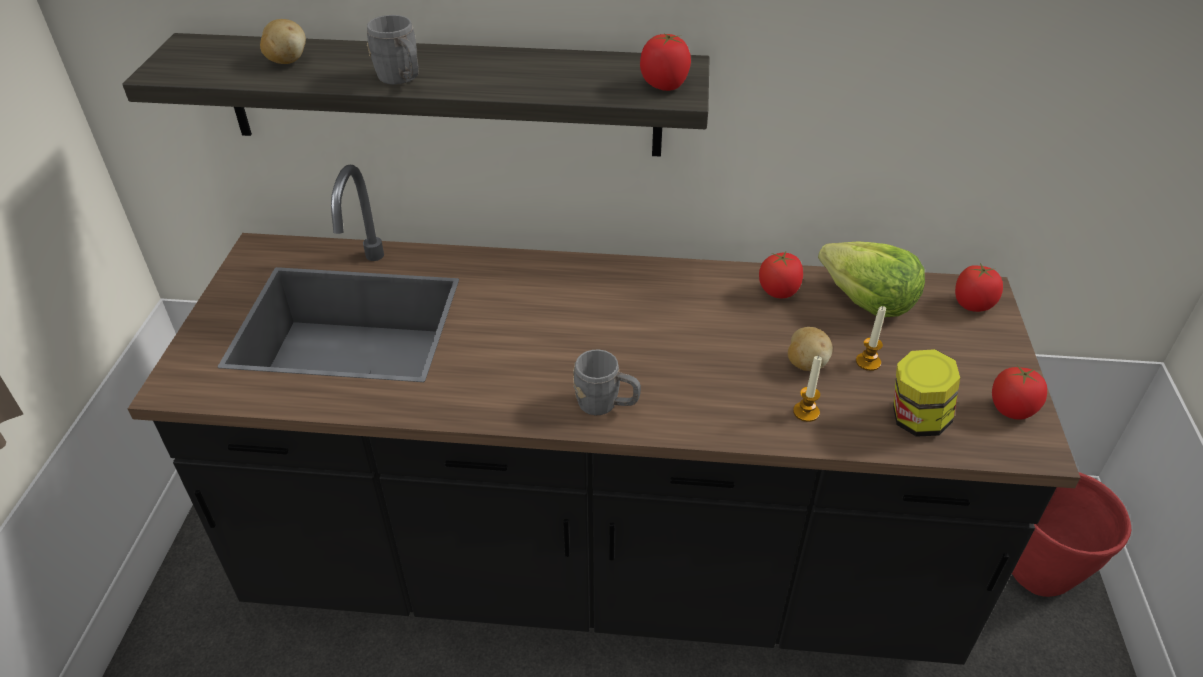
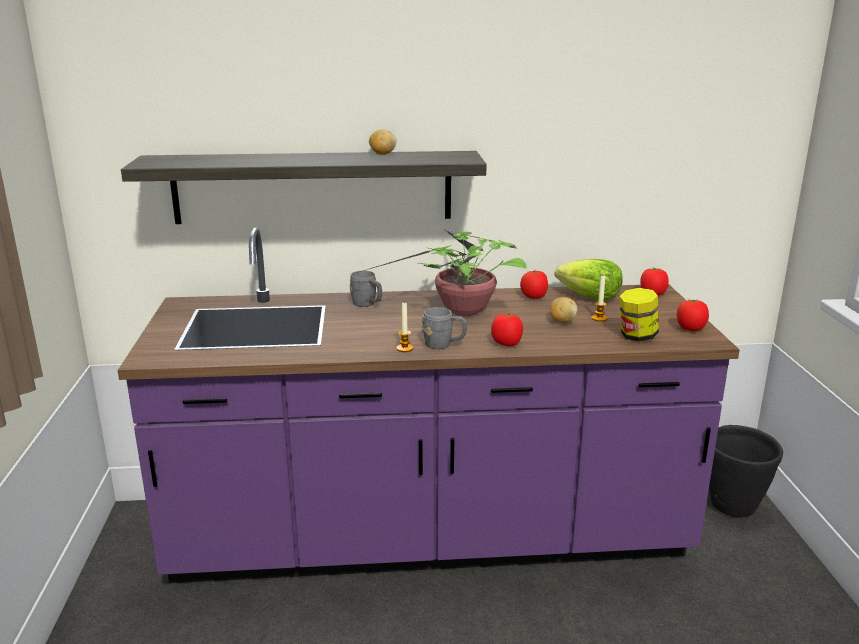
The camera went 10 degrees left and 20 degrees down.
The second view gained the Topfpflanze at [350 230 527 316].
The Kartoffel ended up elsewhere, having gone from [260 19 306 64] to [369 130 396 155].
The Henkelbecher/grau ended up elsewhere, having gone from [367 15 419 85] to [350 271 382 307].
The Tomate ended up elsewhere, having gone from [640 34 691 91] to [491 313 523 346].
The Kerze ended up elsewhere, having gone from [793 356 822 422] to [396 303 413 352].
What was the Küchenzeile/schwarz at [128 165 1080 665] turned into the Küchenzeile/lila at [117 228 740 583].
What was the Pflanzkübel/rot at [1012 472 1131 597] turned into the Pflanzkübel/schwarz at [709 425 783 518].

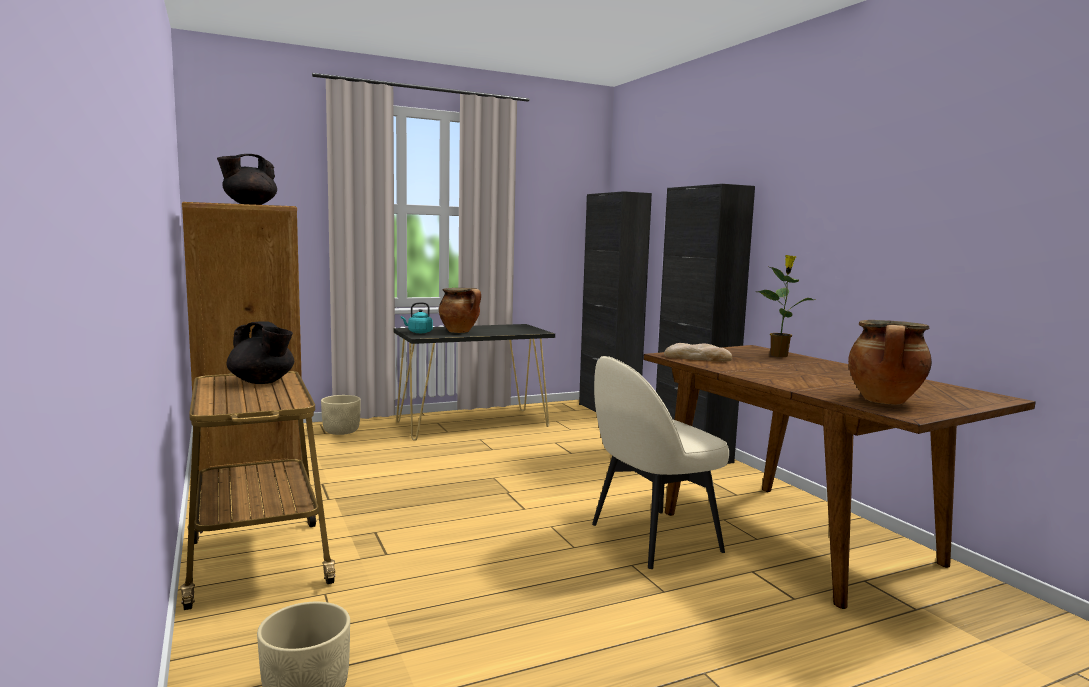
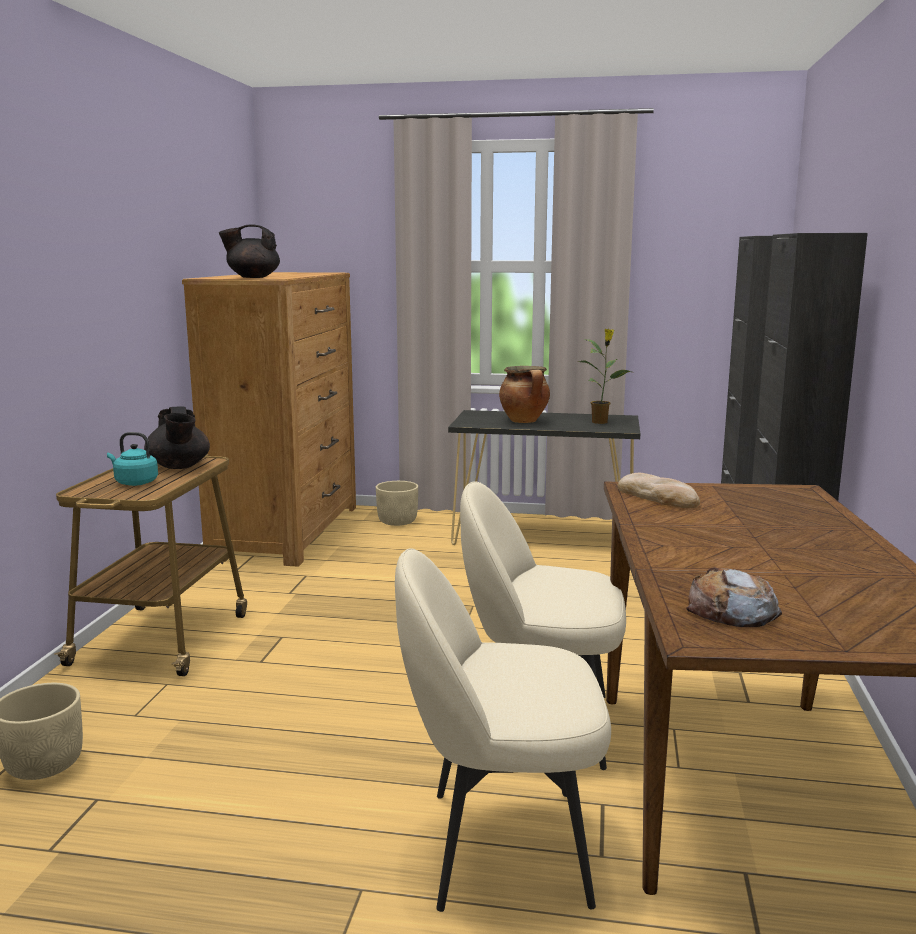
The camera went 35 degrees right and 5 degrees up.
The second view gained the Stuhl/beige at [395 548 611 912].
The Wasserkessel/türkis ended up elsewhere, having gone from [401 302 433 333] to [107 432 158 486].
The Topfpflanze ended up elsewhere, having gone from [757 255 814 357] to [579 329 631 424].
Where the Kochtopf stood at [848 320 932 405], the Brot came to stand at [686 567 782 627].

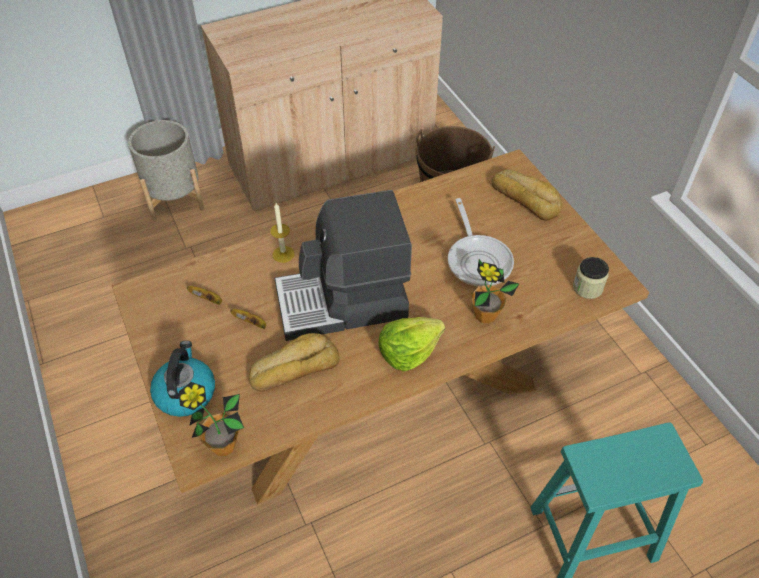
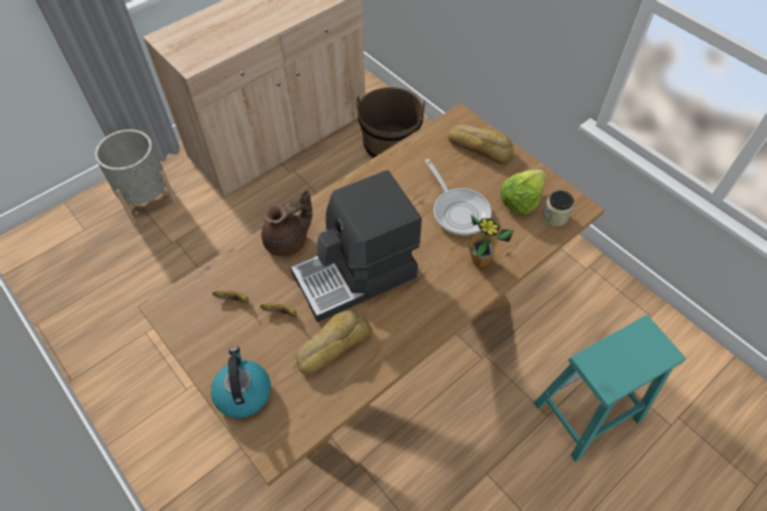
The camera went 15 degrees left and 5 degrees up.
The second view lost the Topfpflanze at [179 382 244 456].
The Salatkopf ended up elsewhere, having gone from [379 317 445 371] to [500 170 546 215].
Where the Kerze stood at [270 203 295 263], the Teekanne/braun came to stand at [261 190 313 257].

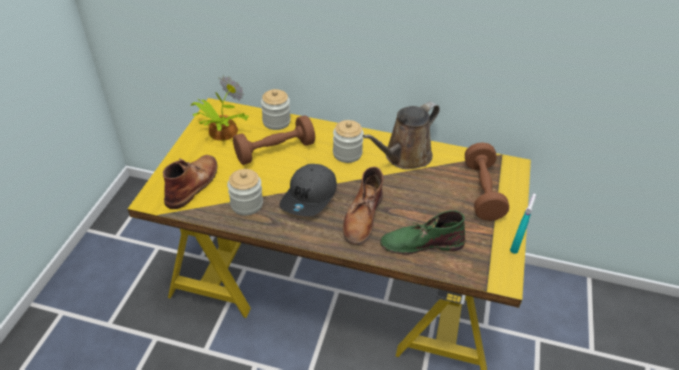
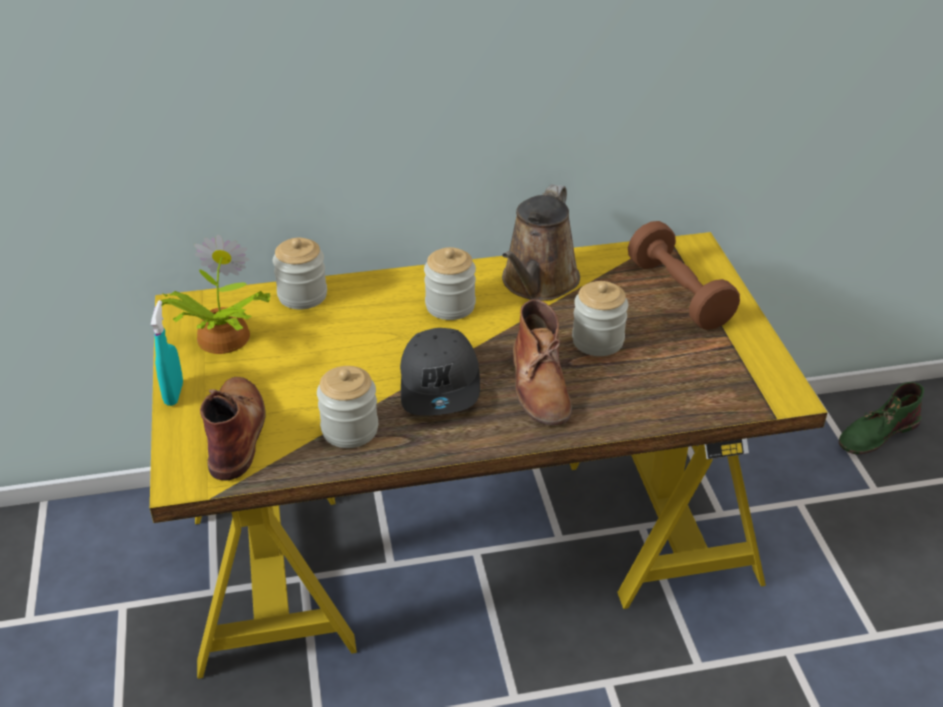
The camera went 25 degrees left and 5 degrees down.
The second view lost the Hantel/braun at [233 115 315 165].
The second view gained the Vorratsglas at [572 281 628 356].
The Stiefel/grün ended up elsewhere, having gone from [380 210 465 254] to [839 382 924 454].
The Sprühflasche/türkis ended up elsewhere, having gone from [510 194 536 254] to [151 300 183 406].

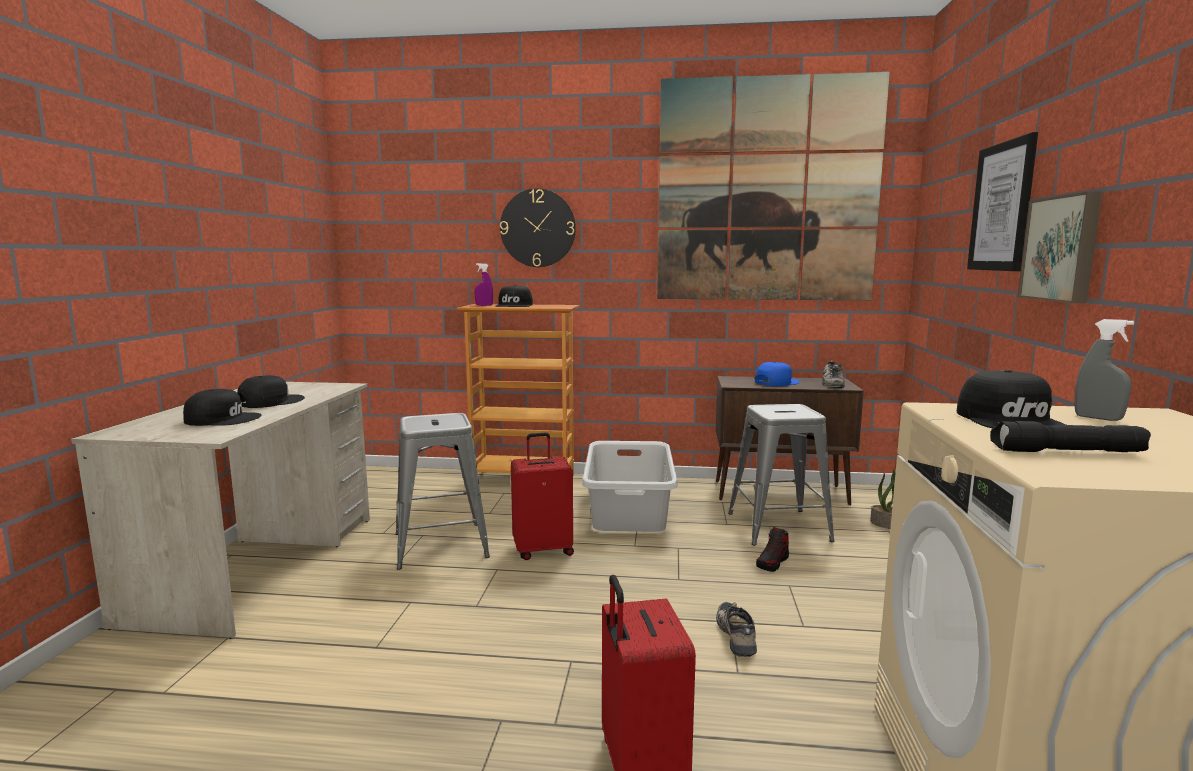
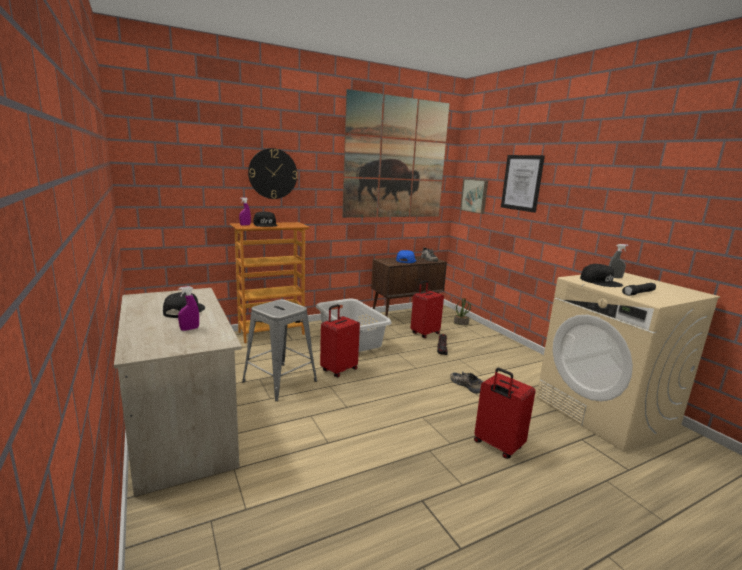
The camera went 35 degrees left and 5 degrees up.
The Bild ended up elsewhere, having gone from [1018 191 1103 303] to [460 179 488 214].
Where the Kappe/schwarz stood at [183 389 262 426], the Sprühflasche/lila came to stand at [178 286 199 331].
Where the Hocker/grau stood at [728 404 835 546], the Koffer/rot came to stand at [411 280 444 338].

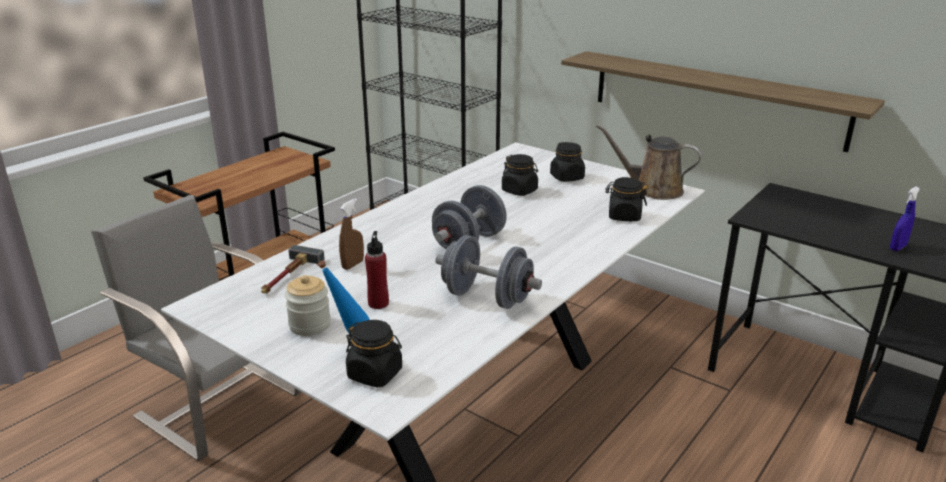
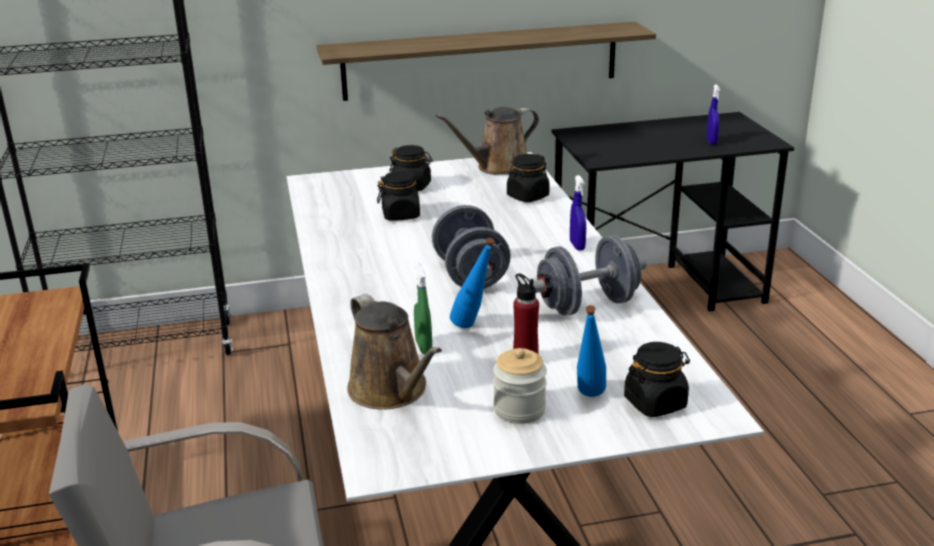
The camera went 50 degrees left and 0 degrees up.
The second view gained the Flasche/blau at [450 238 494 328].
The second view gained the Sprühflasche/blau at [570 175 586 251].
Where the Hammer stood at [261 245 325 293], the Gießkanne/braun came to stand at [347 293 442 410].
What was the Sprühflasche/braun at [339 198 364 270] turned into the Sprühflasche/grün at [414 262 432 354].

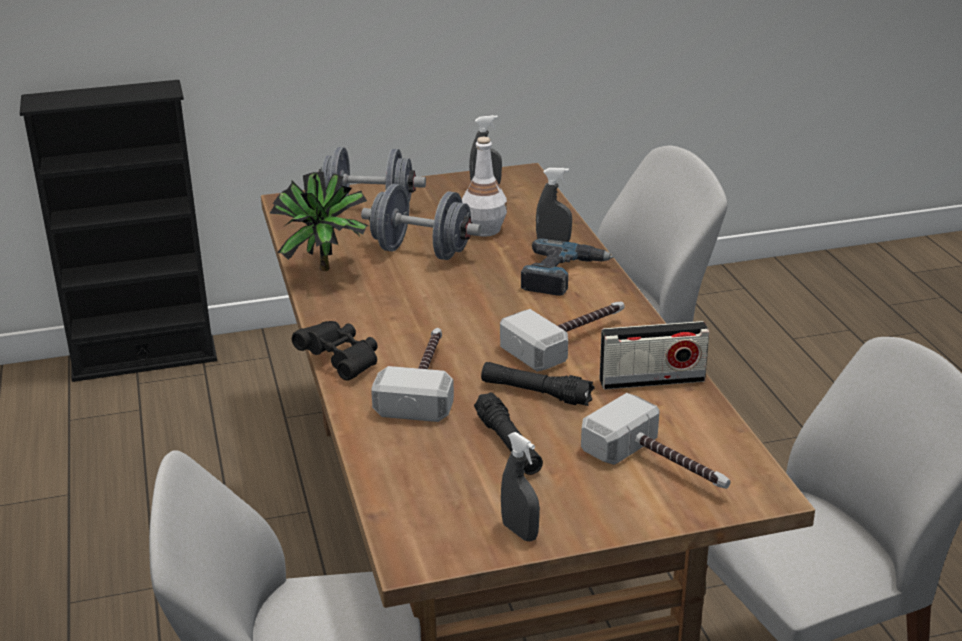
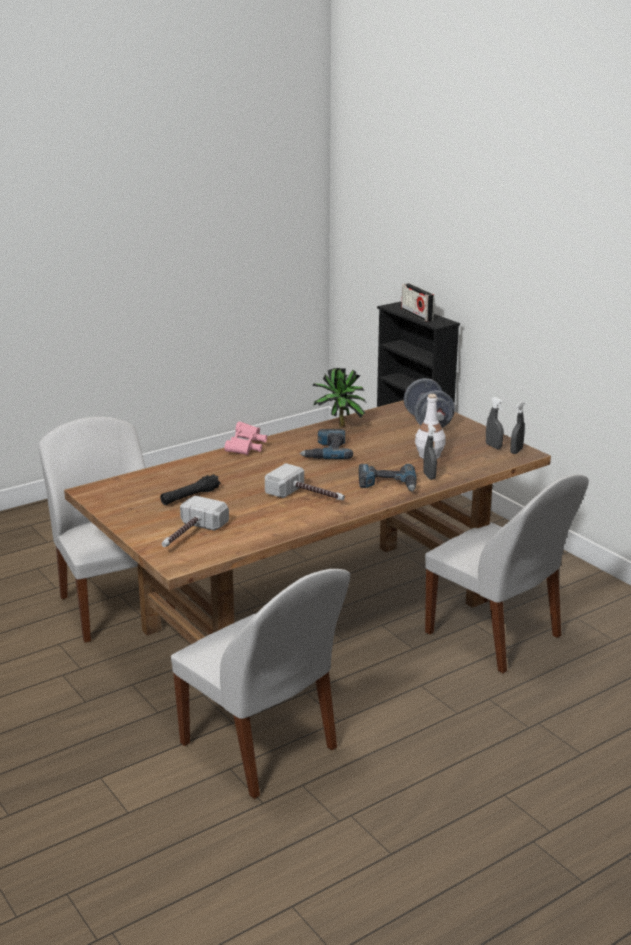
The camera went 70 degrees right and 5 degrees down.
The second view lost the Hantel/grau at [361 184 482 260].
The second view lost the Hammer at [371 328 454 422].
The second view lost the Taschenlampe/schwarz at [481 362 594 406].
The second view gained the Bohrmaschine at [299 429 353 459].
The Sprühflasche/grau ended up elsewhere, having gone from [501 432 540 541] to [510 401 525 454].
The Radio ended up elsewhere, having gone from [599 321 709 390] to [401 283 435 322].
What was the Fernglas/schwarz at [292 321 378 381] turned into the Fernglas/rosa at [224 422 267 455].

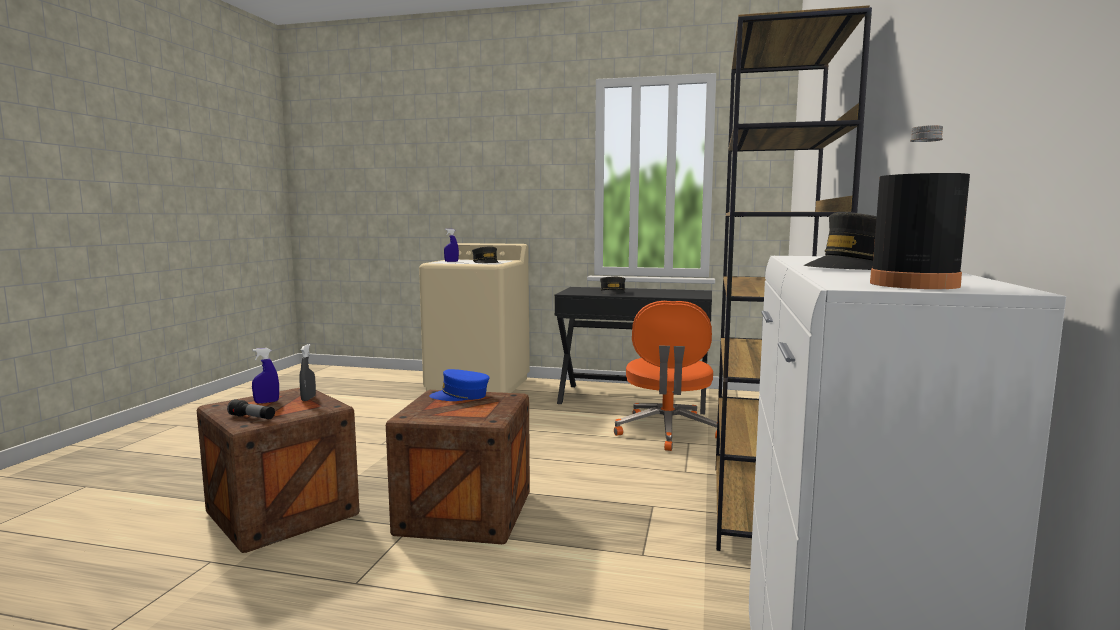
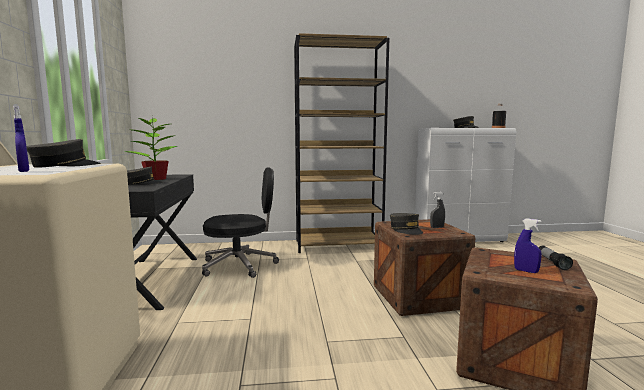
The camera went 110 degrees left and 0 degrees up.
The second view gained the Topfpflanze at [124 117 177 180].
The Sprühflasche/grau ended up elsewhere, having gone from [299 344 316 401] to [430 192 445 228].
What was the Kappe/blau at [429 369 489 401] turned into the Kappe/grau at [390 213 423 235].
What was the Bürostuhl/orange at [614 301 717 451] turned into the Bürostuhl/schwarz at [202 167 279 278].

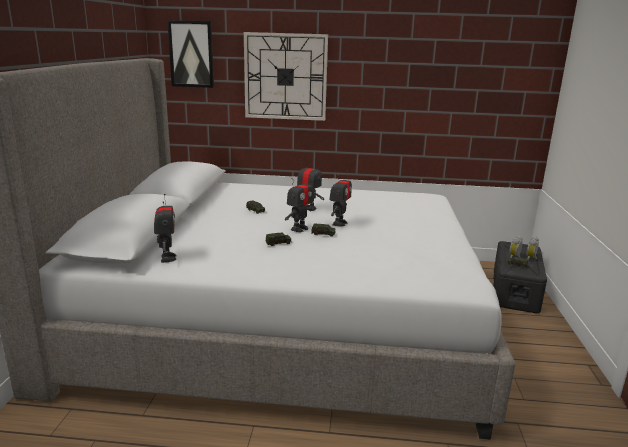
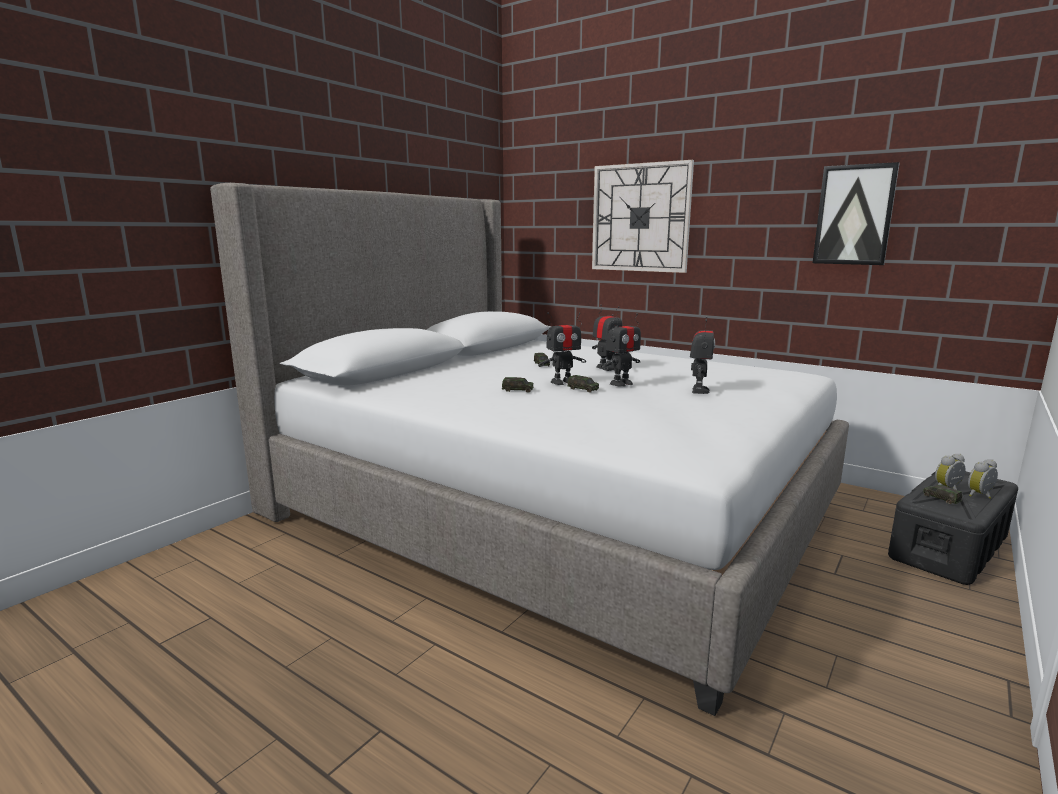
The camera went 30 degrees right and 5 degrees down.
The Spielzeugroboter ended up elsewhere, having gone from [154 194 176 263] to [690 317 715 394].
The Bild ended up elsewhere, having gone from [167 20 214 88] to [813 162 900 265].

